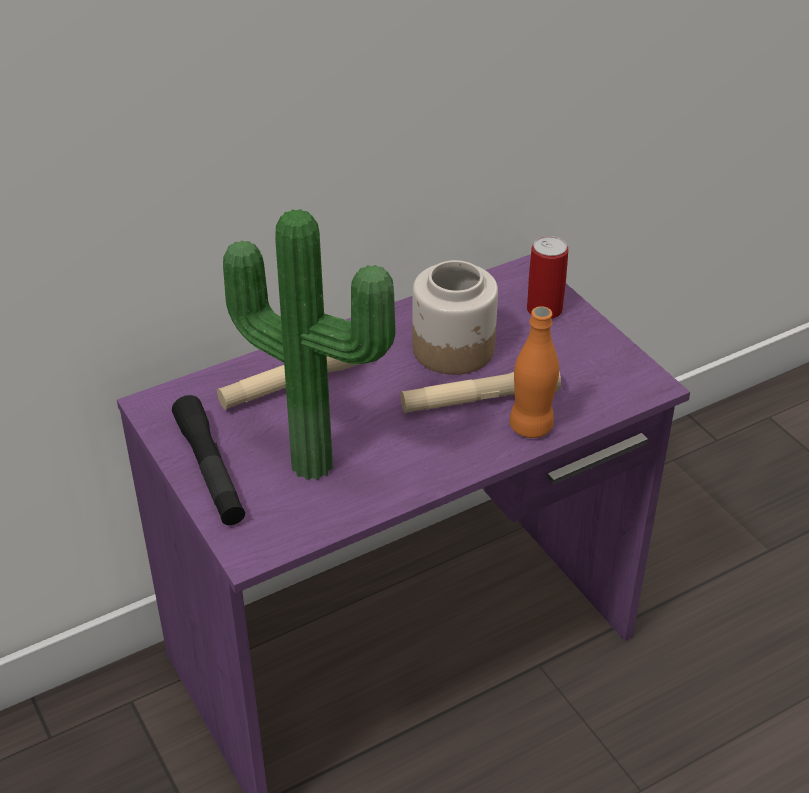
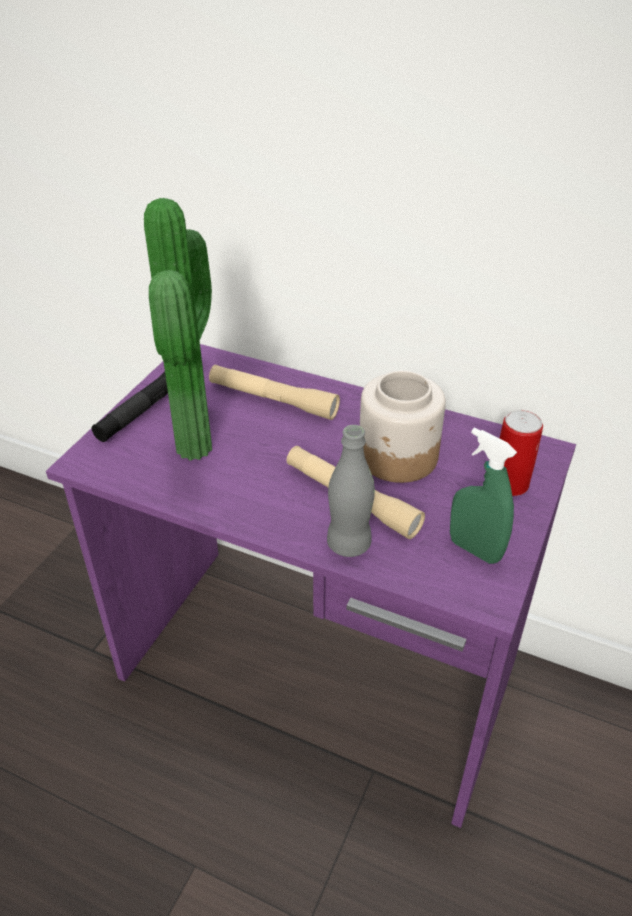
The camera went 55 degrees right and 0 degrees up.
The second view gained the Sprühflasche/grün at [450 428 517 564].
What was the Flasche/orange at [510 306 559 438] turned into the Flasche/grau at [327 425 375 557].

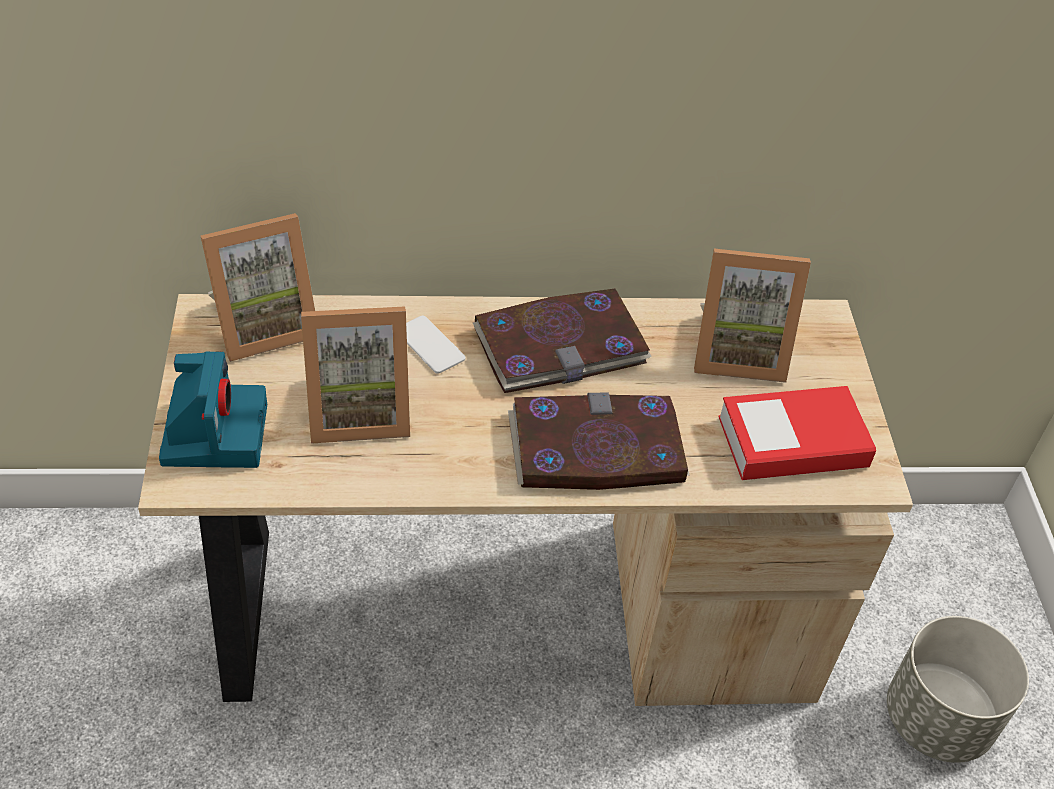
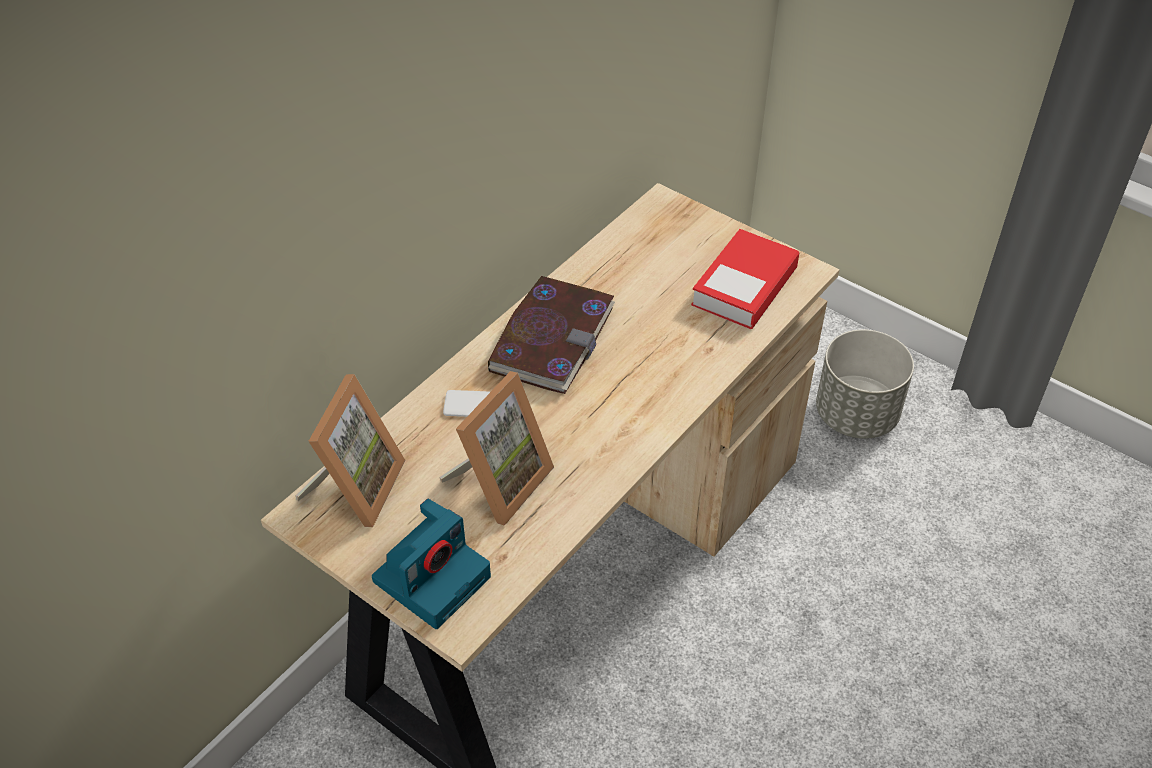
The camera went 45 degrees left and 0 degrees up.
The second view lost the Buch at [508 393 690 490].
The second view lost the Bilderrahmen at [694 249 811 383].
The Kamera at [159 352 267 468] ended up facing another way, 90 degrees clockwise from before.

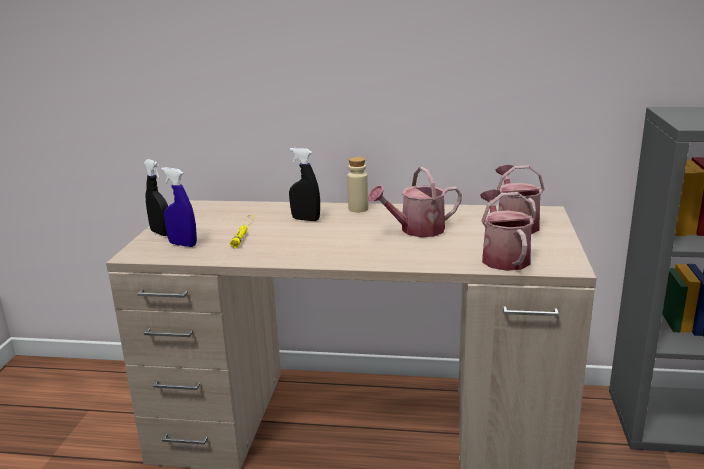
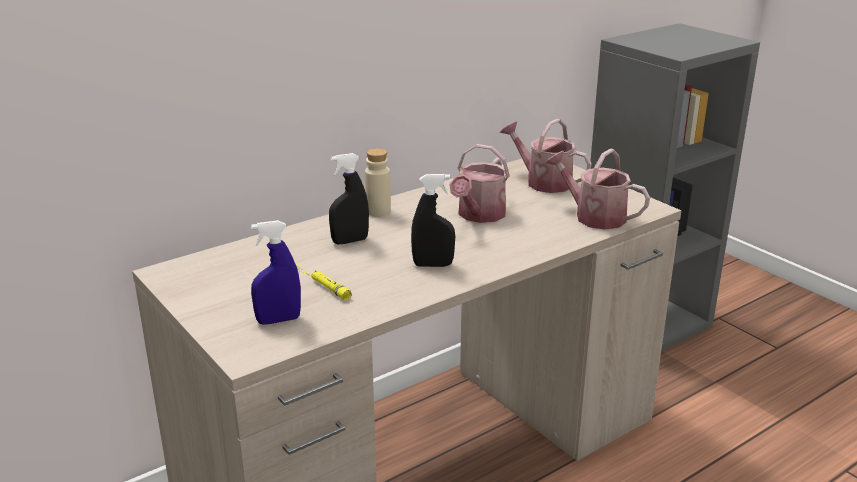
The camera went 45 degrees left and 5 degrees up.
The Sprühflasche/schwarz ended up elsewhere, having gone from [144 159 168 236] to [411 174 455 267].

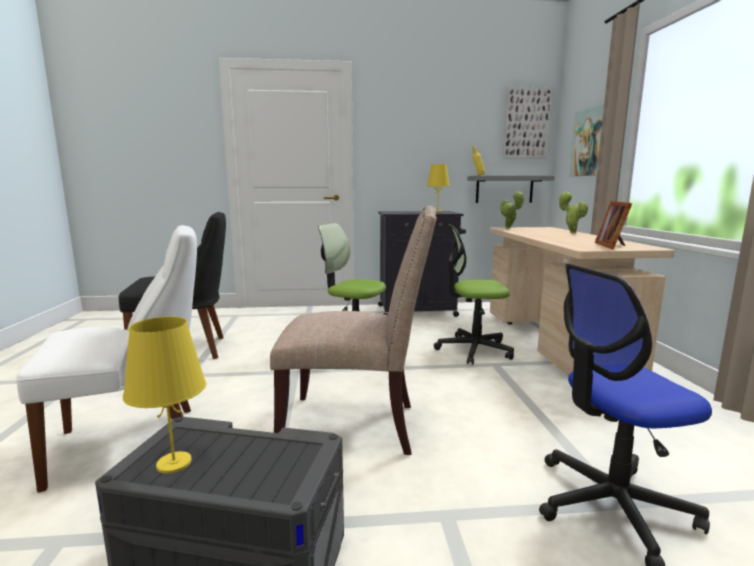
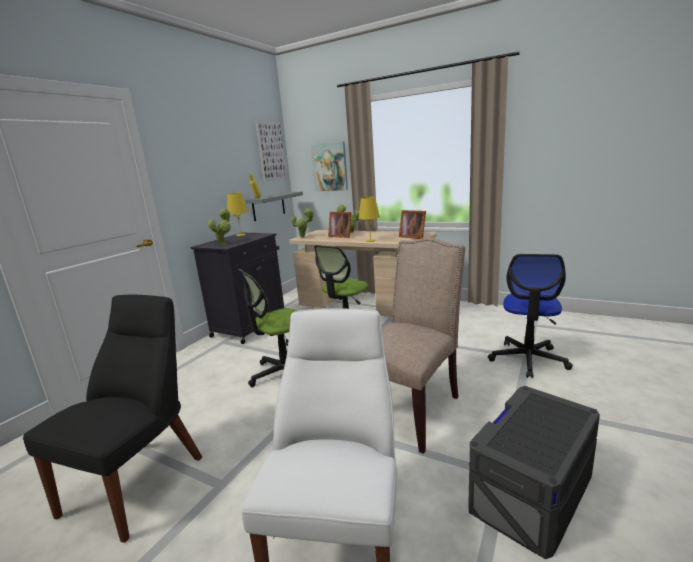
The camera went 55 degrees left and 5 degrees up.
The second view gained the Topfpflanze at [208 209 231 245].
The second view gained the Bilderrahmen at [328 212 351 238].
The Tischlampe/gelb ended up elsewhere, having gone from [123 317 206 474] to [358 197 380 242].

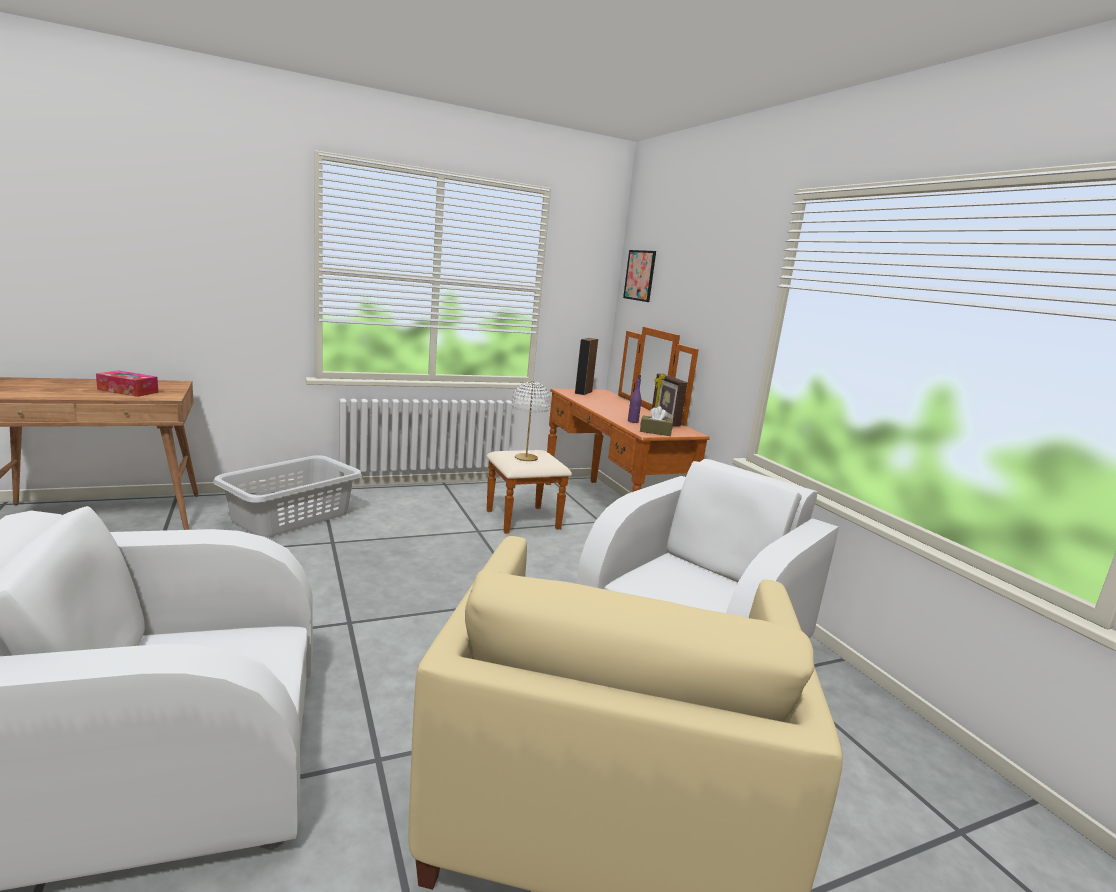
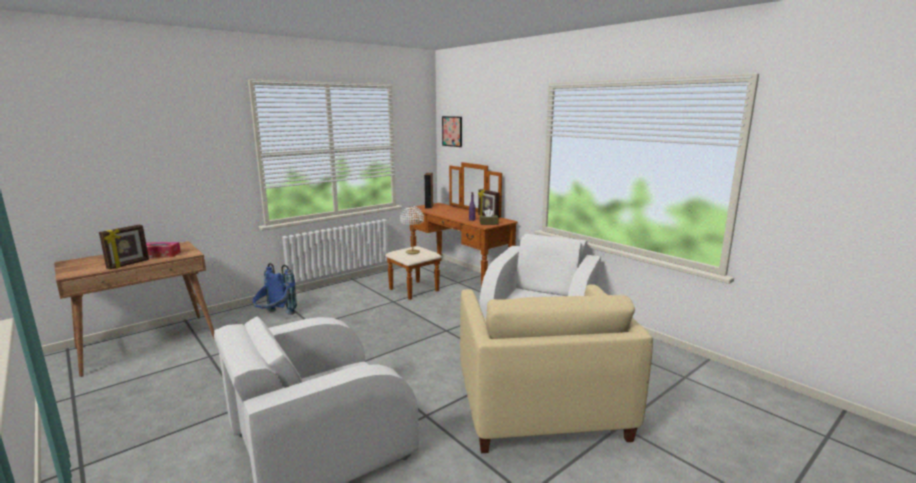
The camera went 15 degrees left and 0 degrees up.
The second view gained the Bilderrahmen at [99 225 149 269].
Where the Wäschekorb/grau stood at [213 455 362 538], the Rucksack/blau came to stand at [252 263 297 315].

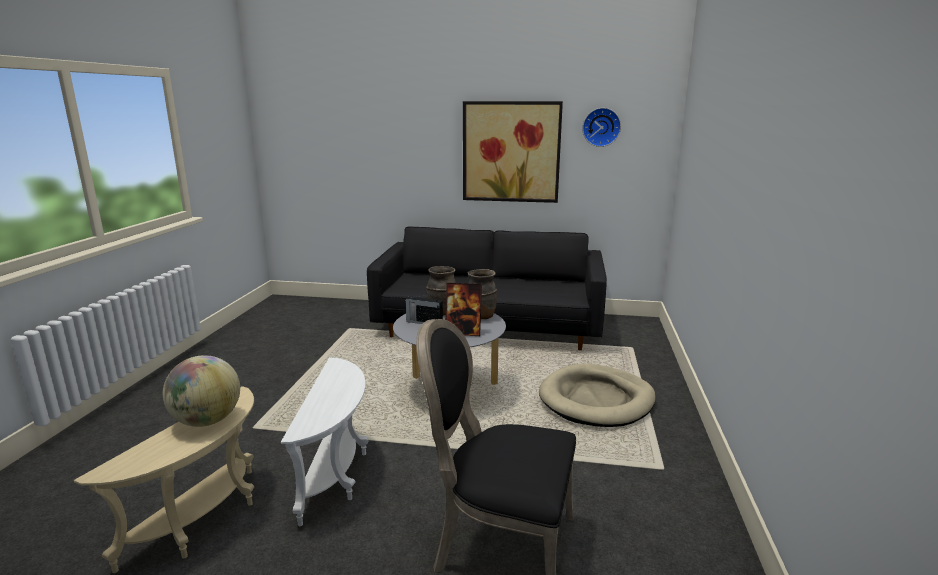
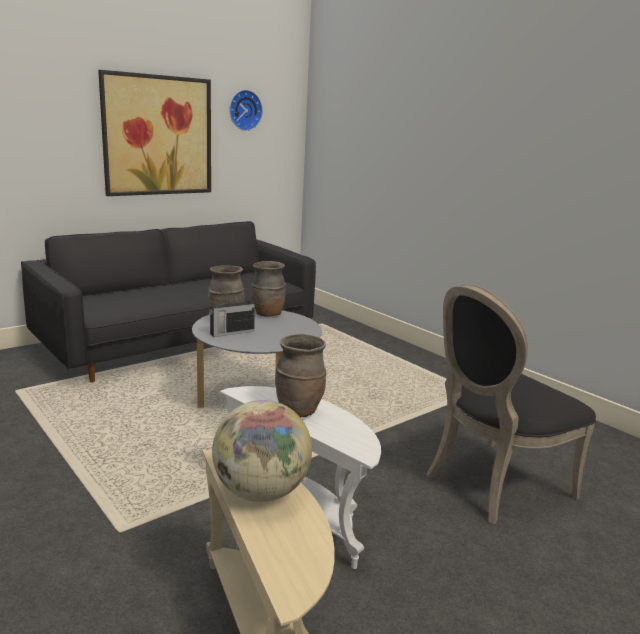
The camera went 50 degrees left and 0 degrees up.
The second view lost the Bilderrahmen at [445 283 482 336].
The second view lost the Hundebett/beige at [539 363 656 427].
The second view gained the Vase/braun at [275 334 326 417].

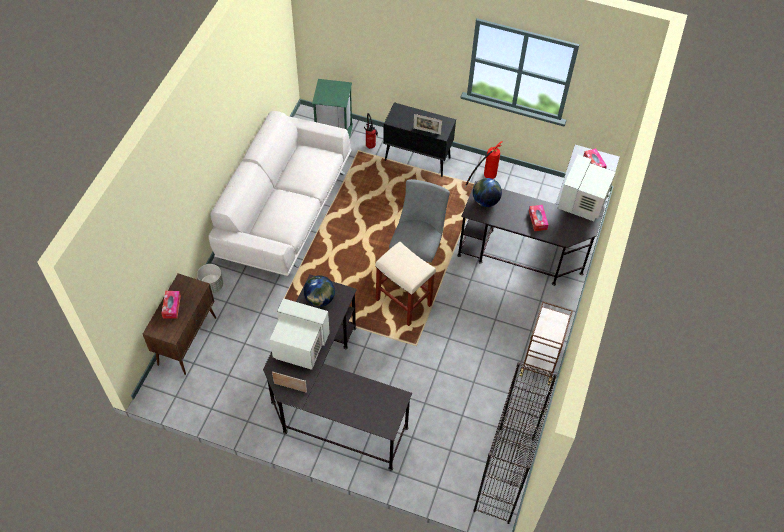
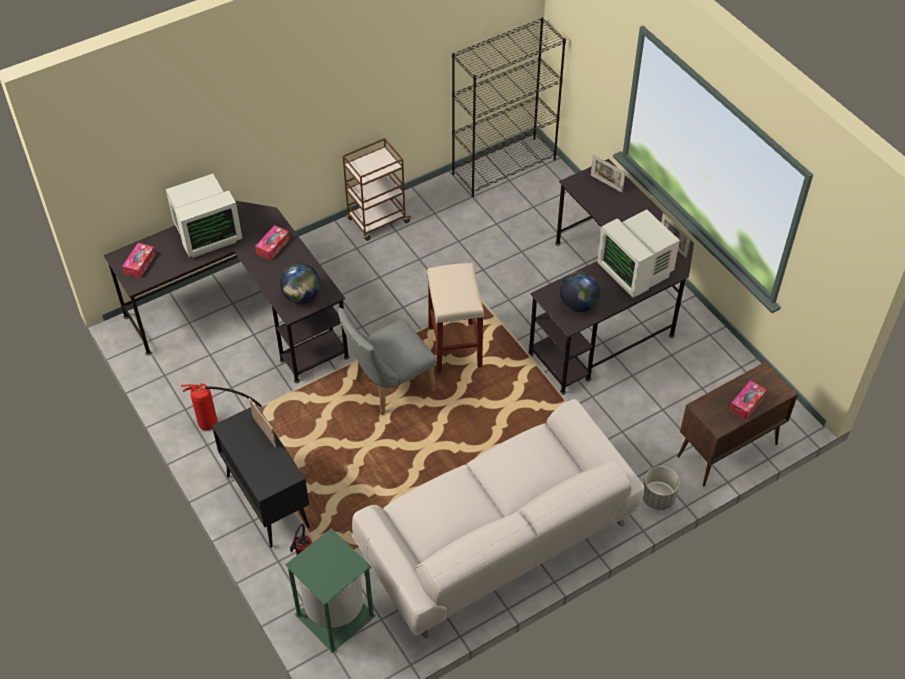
The camera went 140 degrees left and 5 degrees down.
The second view gained the Bilderrahmen at [591 154 626 193].

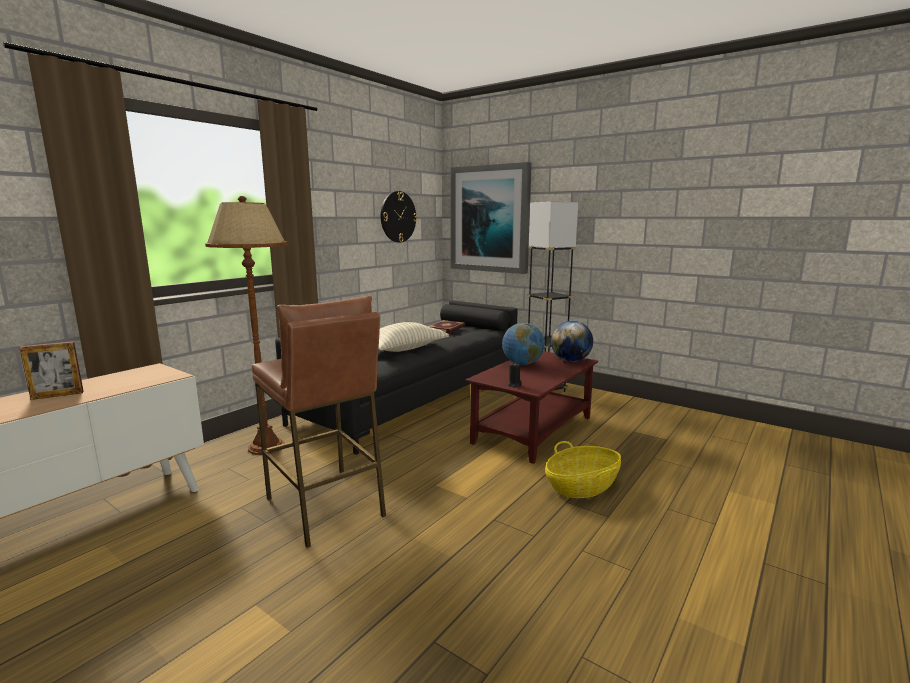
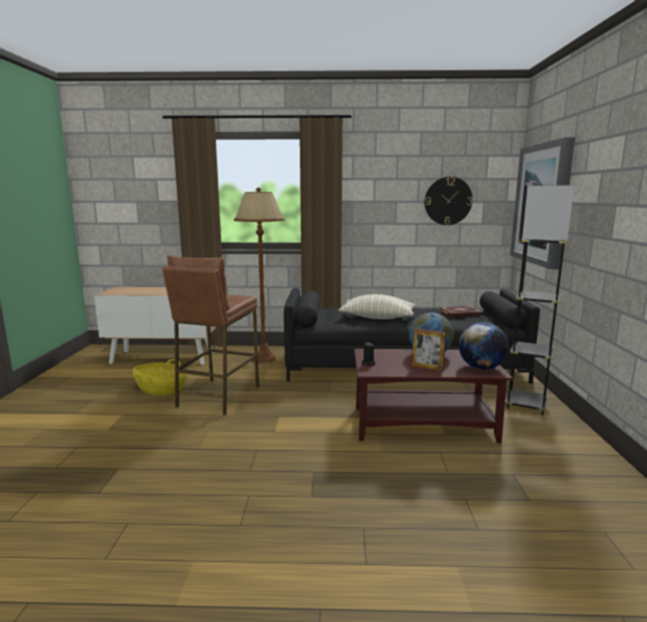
The camera went 55 degrees right and 0 degrees up.
The Bilderrahmen ended up elsewhere, having gone from [19 341 84 400] to [412 328 446 372].
The Korb ended up elsewhere, having gone from [545 441 621 498] to [133 359 187 396].

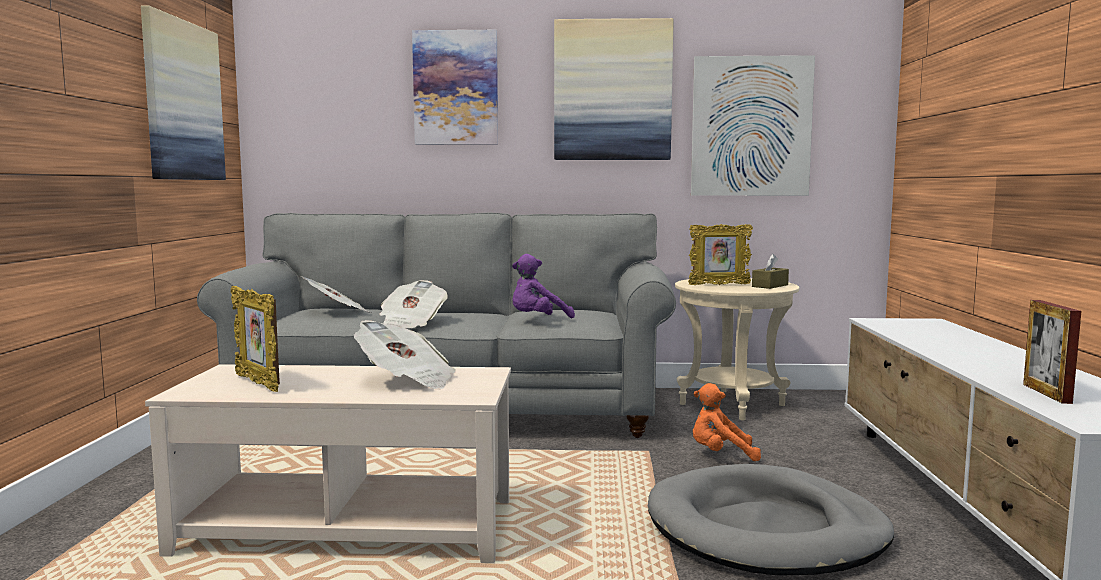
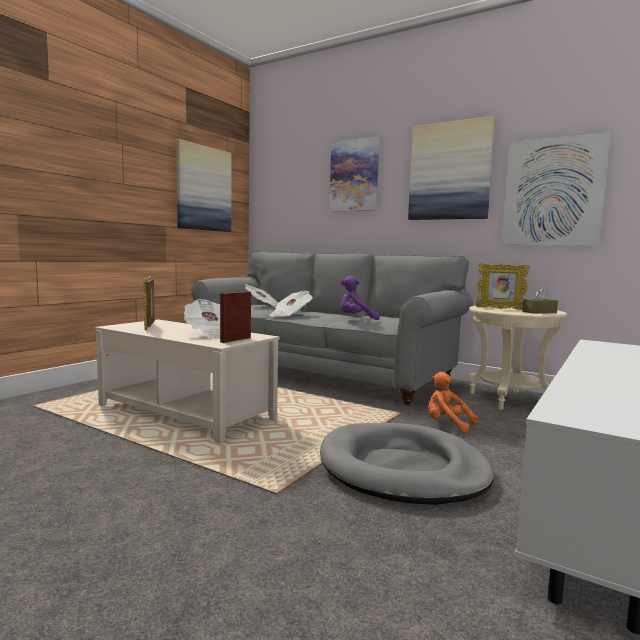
The camera went 30 degrees right and 0 degrees up.
The Bilderrahmen ended up elsewhere, having gone from [1023 300 1081 404] to [220 291 251 343].

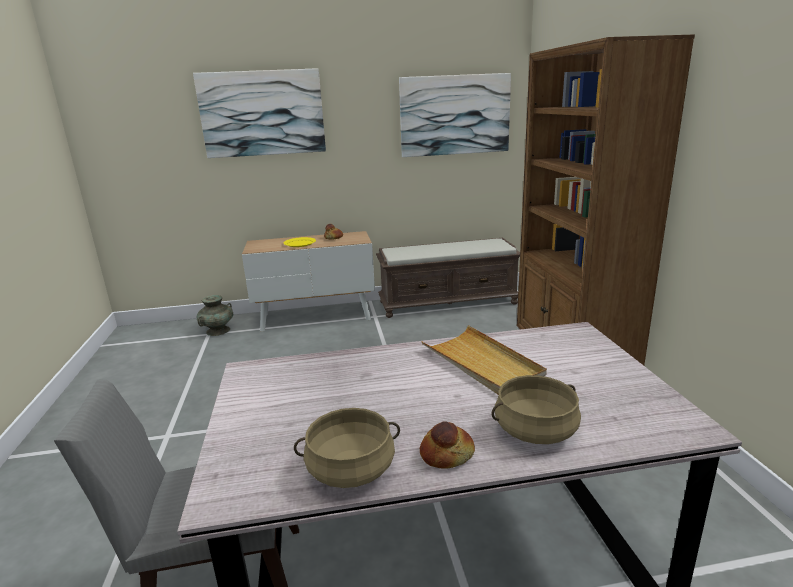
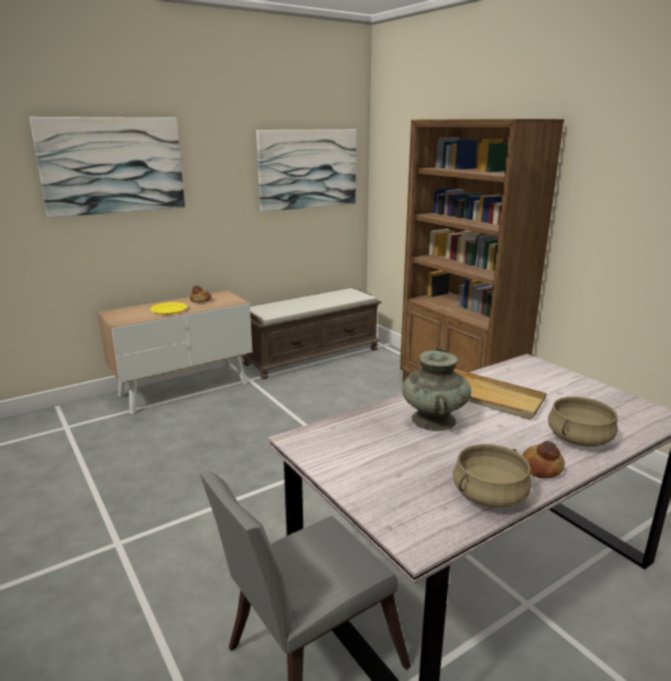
The camera went 25 degrees left and 0 degrees up.
The Vase/türkis ended up elsewhere, having gone from [197 295 233 336] to [402 351 471 431].

